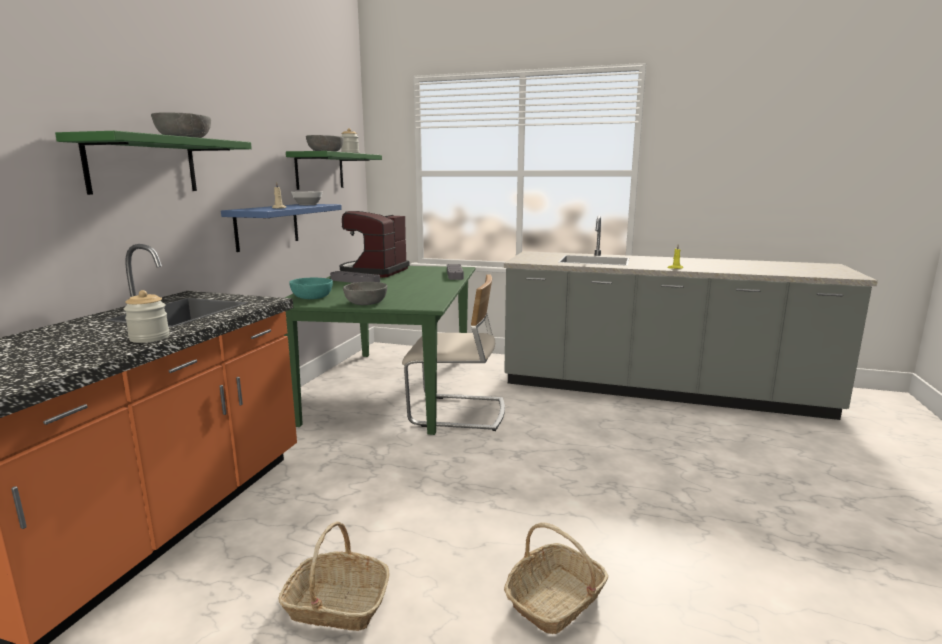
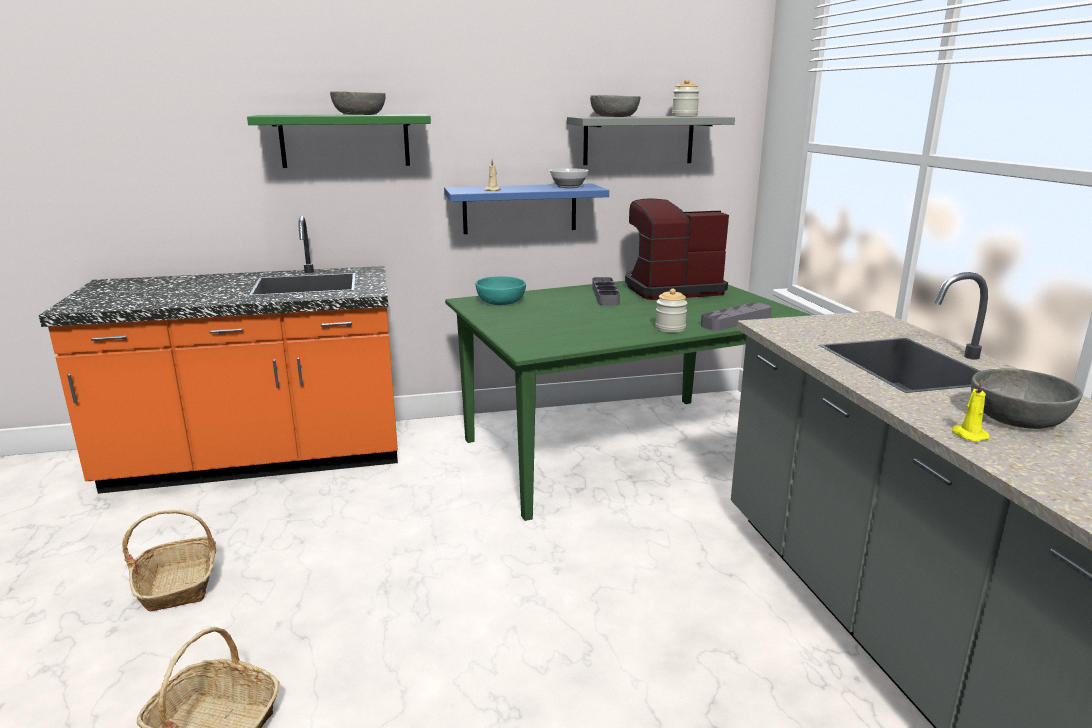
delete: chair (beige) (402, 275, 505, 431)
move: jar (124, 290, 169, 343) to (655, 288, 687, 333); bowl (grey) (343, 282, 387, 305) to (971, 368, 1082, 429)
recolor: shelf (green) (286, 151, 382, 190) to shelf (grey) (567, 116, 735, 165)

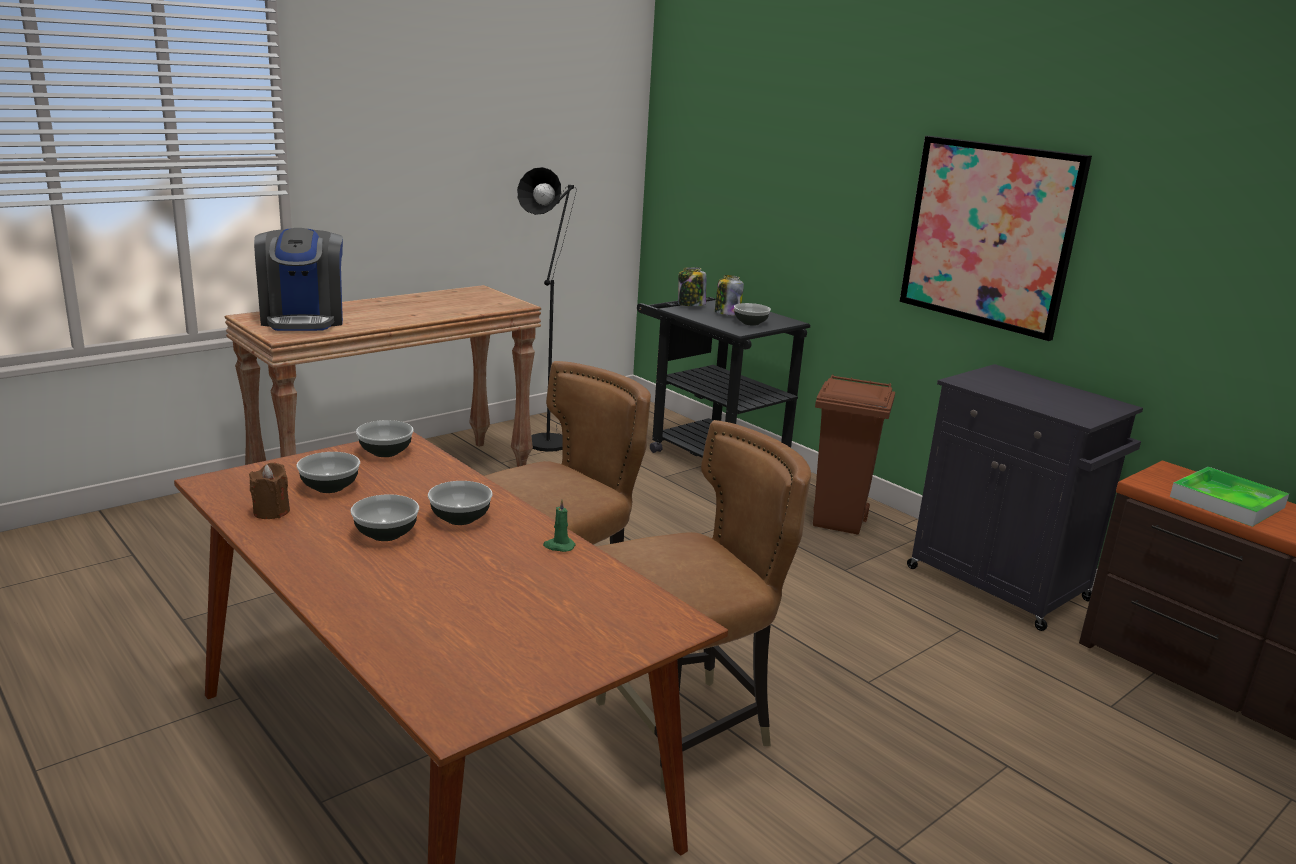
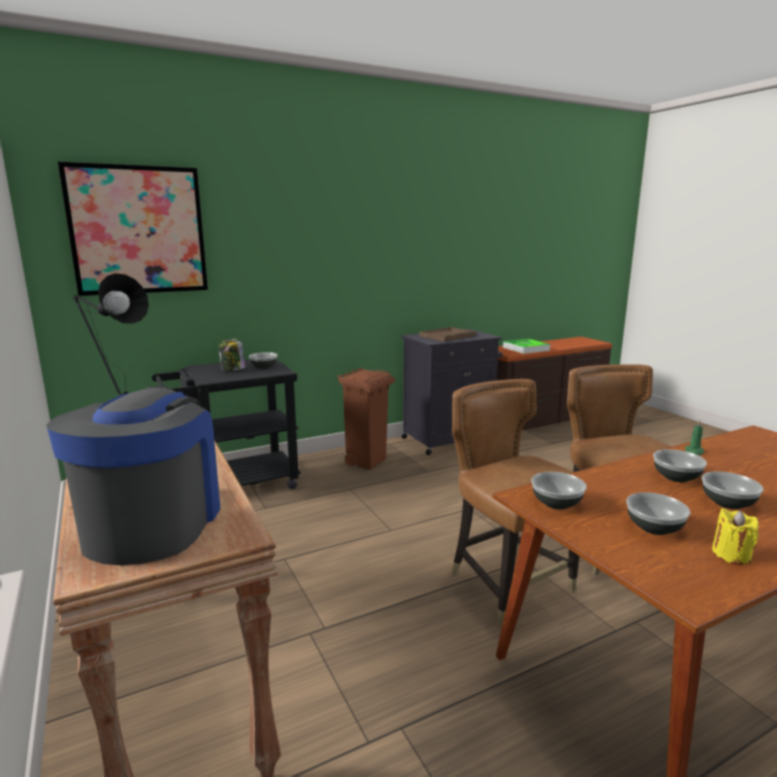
delete: jar (678, 267, 706, 306)
insert: tray (brown) (419, 327, 476, 342)
move: picture (899, 136, 1092, 341) to (58, 161, 208, 296)
recolor: candle (brown) (249, 462, 290, 519) to candle (yellow) (712, 508, 759, 565)
rotate: coffee machine (254, 228, 343, 331) = (46, 386, 220, 565) 90 degrees counterclockwise

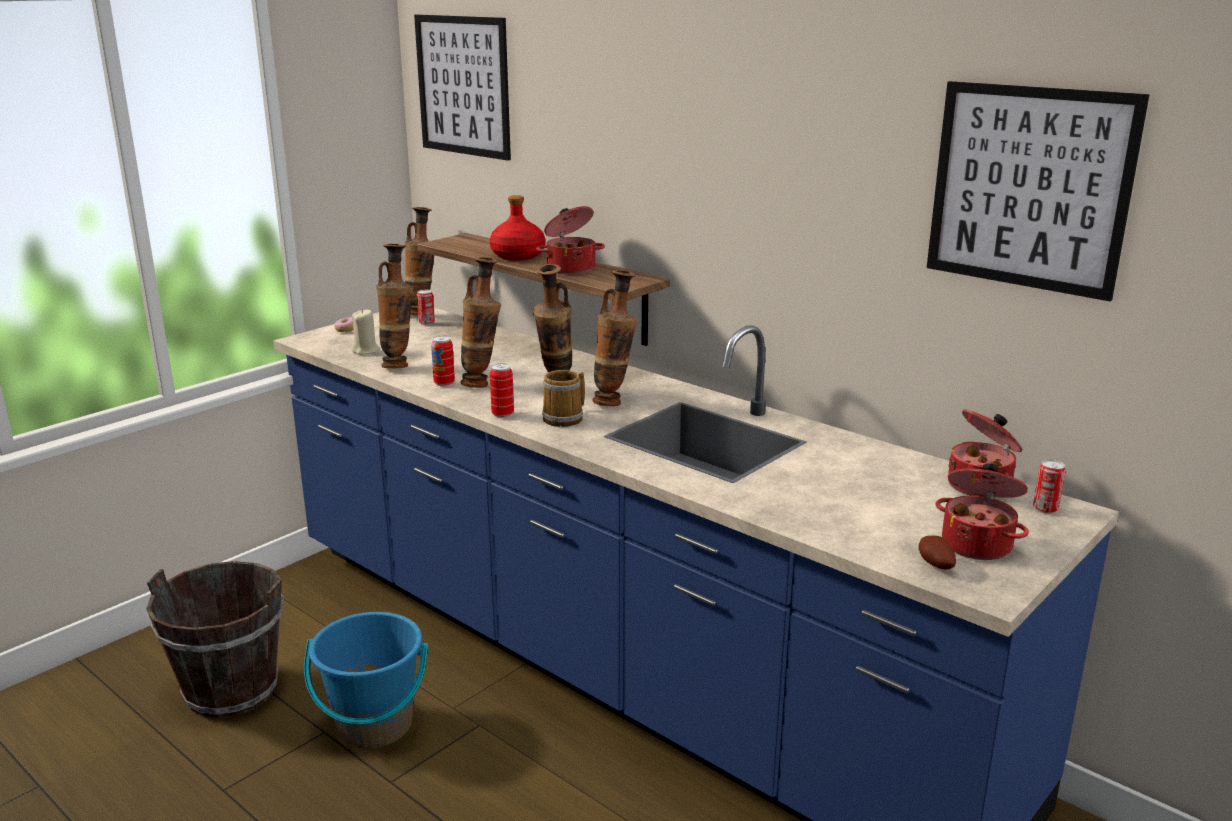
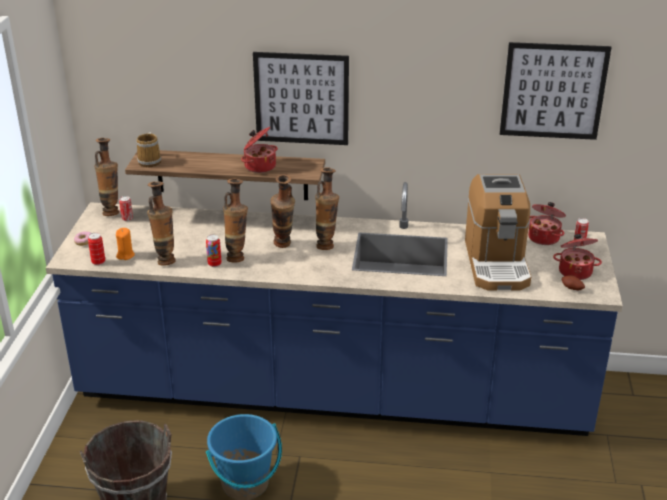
delete: bottle (red) (490, 195, 545, 260)
insert: coffee machine (465, 174, 531, 291)
move: picture (414, 15, 511, 161) to (253, 52, 349, 145); can (490, 363, 514, 418) to (88, 233, 105, 265); mug (542, 370, 585, 427) to (136, 132, 161, 167)
recolor: candle (beige) (352, 309, 380, 355) to candle (orange) (116, 228, 135, 260)

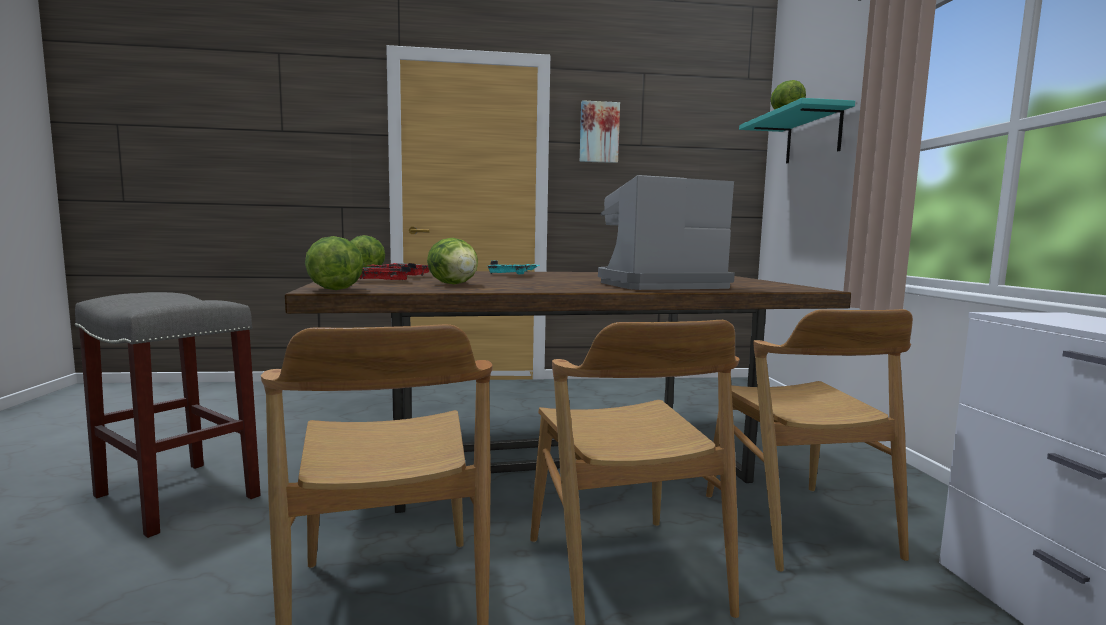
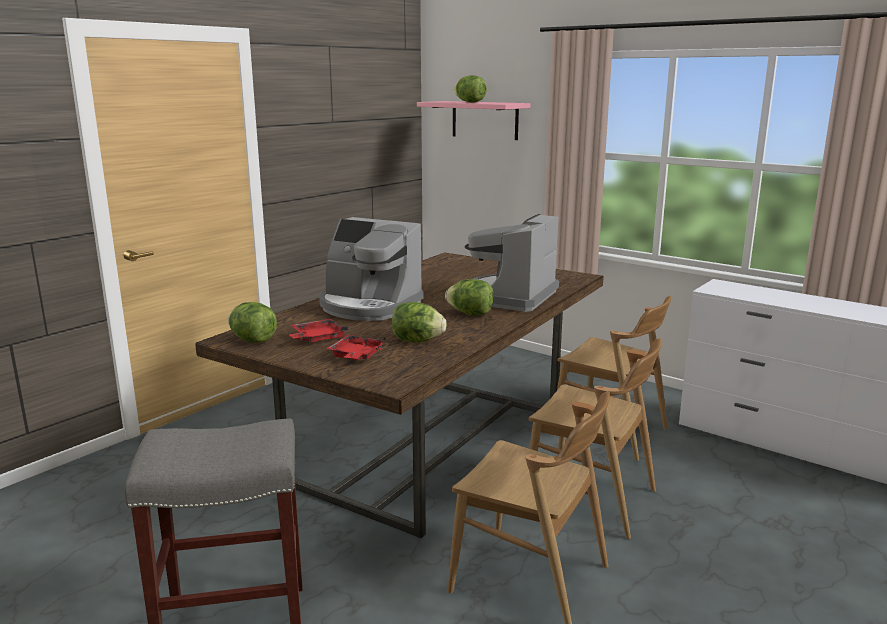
delete: picture (580, 100, 620, 163)
move: lettuce (305, 236, 364, 290) to (445, 279, 494, 316)
replace: tray (turquoise) (488, 260, 540, 274) to coffee machine (319, 217, 424, 321)
recolor: shelf (turquoise) (739, 98, 855, 164) to shelf (pink) (417, 101, 530, 140)

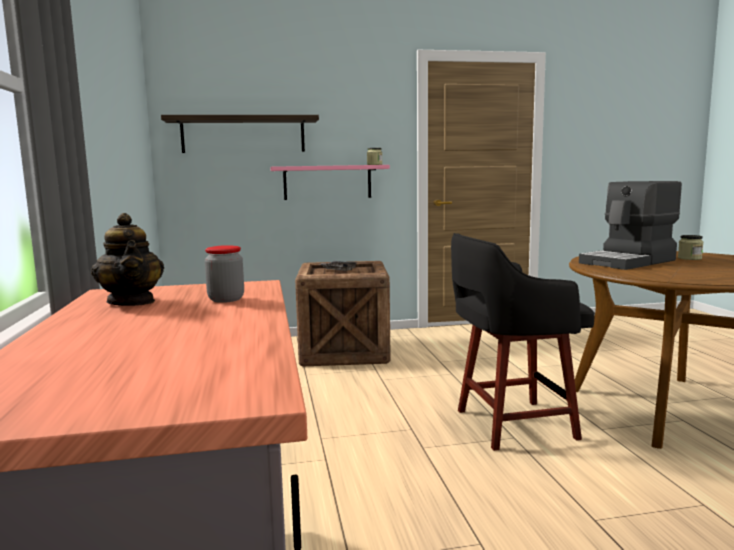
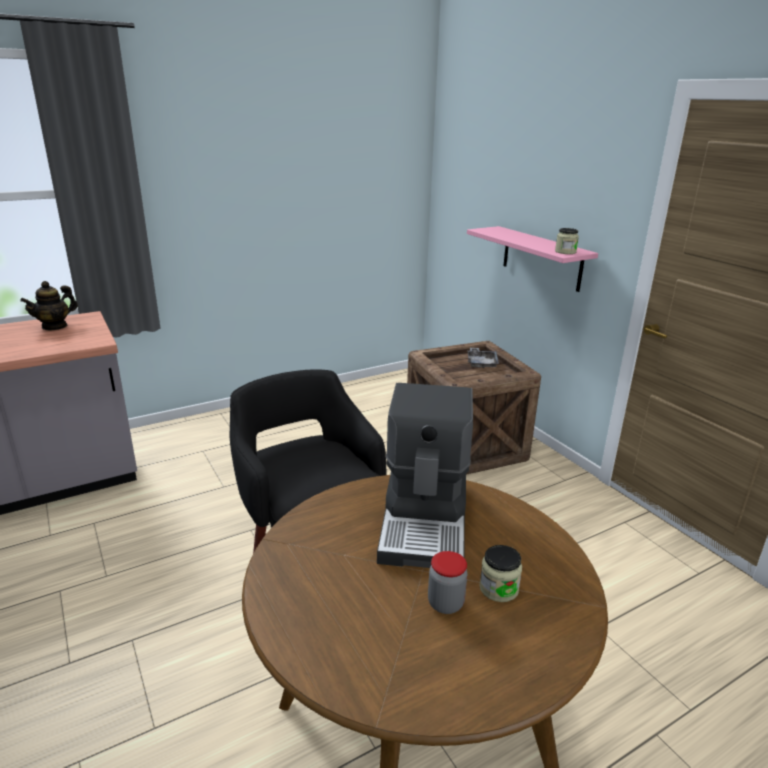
delete: shelf (161, 115, 319, 153)
move: jar (205, 245, 244, 303) to (428, 551, 468, 614)
rotate: coffee machine (579, 181, 682, 270) = (377, 383, 473, 568) 120 degrees counterclockwise

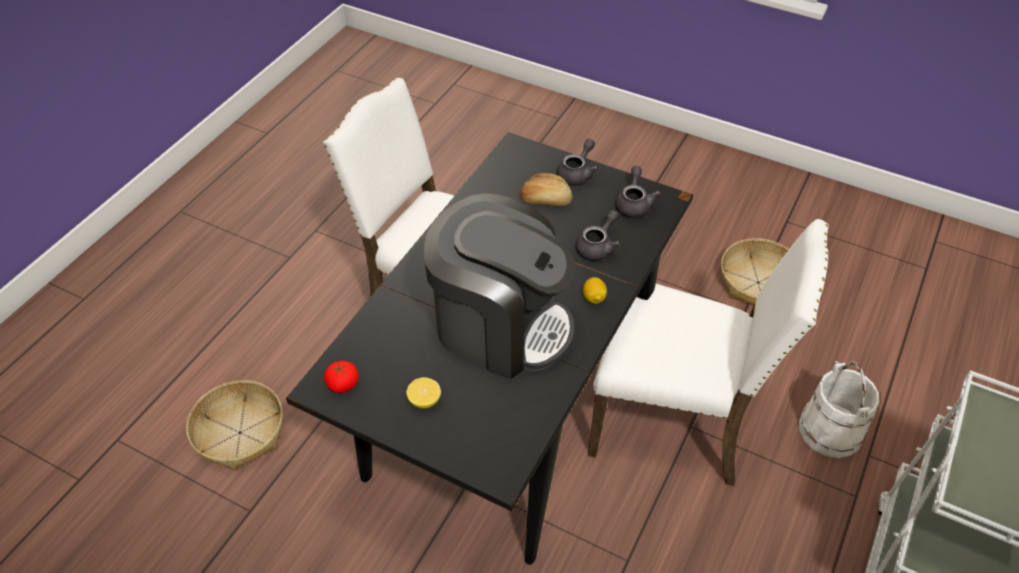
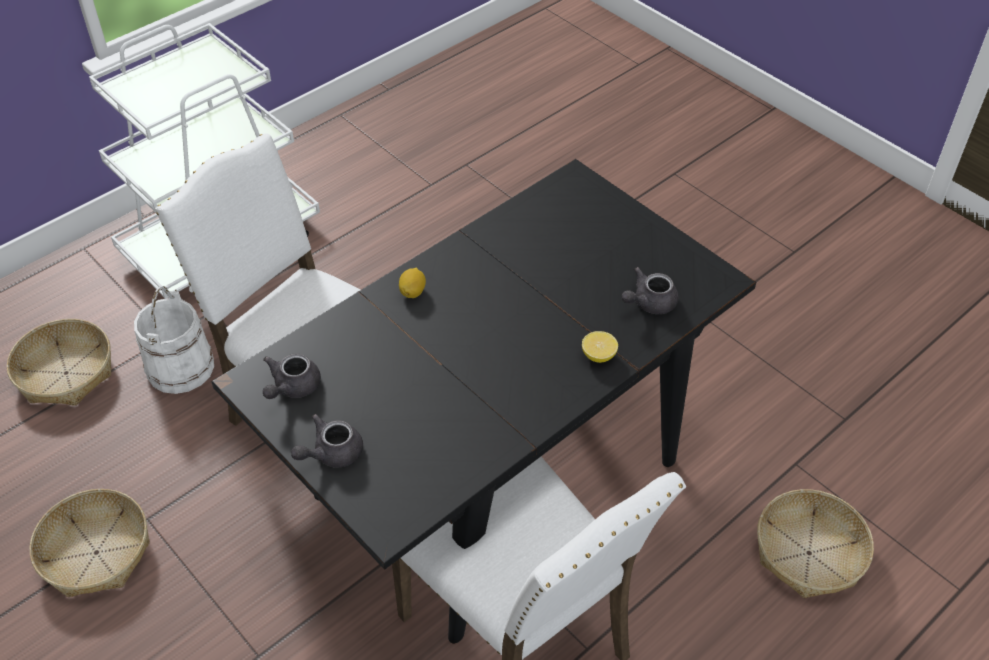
delete: tomato (324, 361, 358, 393); coffee machine (423, 193, 575, 379); bread (520, 173, 572, 206)
insert: basket (7, 319, 111, 406)
move: lemon (406, 377, 441, 409) to (582, 331, 618, 363); teapot (grey) (575, 210, 621, 261) to (622, 267, 679, 314)

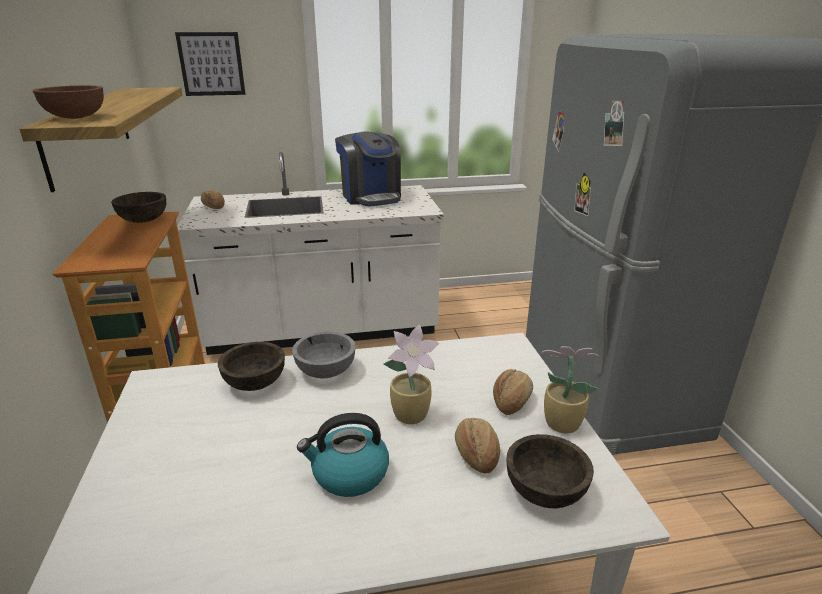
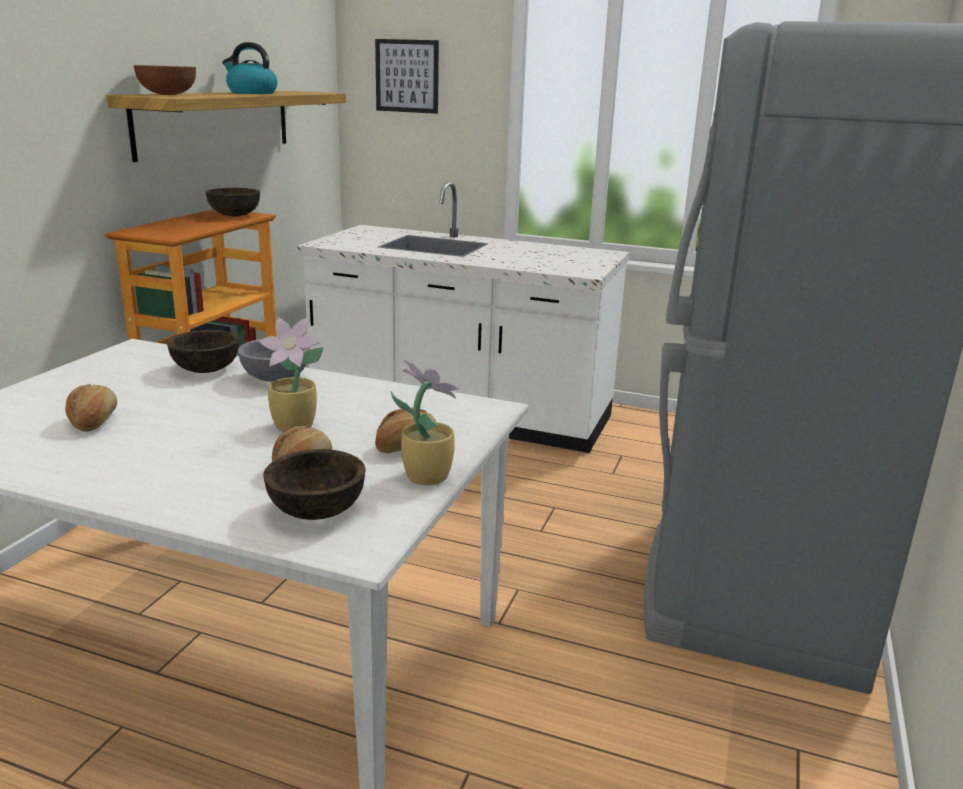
delete: coffee machine (335, 131, 401, 207)
move: bread (201, 190, 225, 209) to (65, 384, 117, 432); kettle (297, 413, 389, 497) to (223, 42, 277, 94)

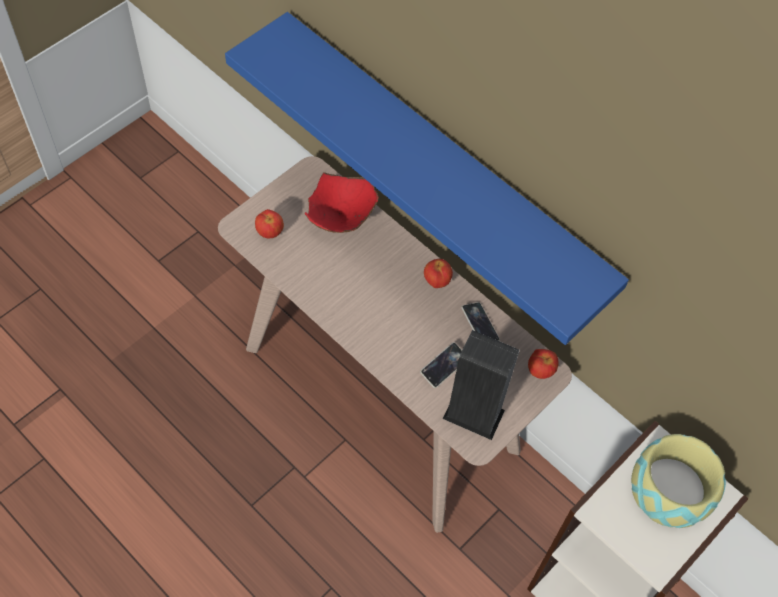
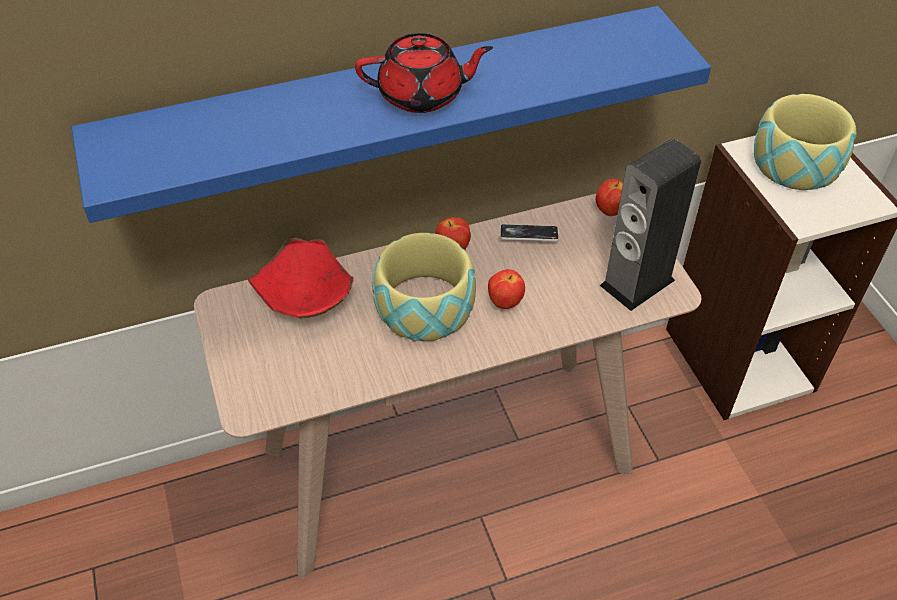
delete: phone (420, 342, 462, 388)
insert: teapot (red) (355, 33, 493, 113); bowl (372, 233, 476, 341)
move: apple (255, 209, 284, 238) to (488, 269, 525, 309)

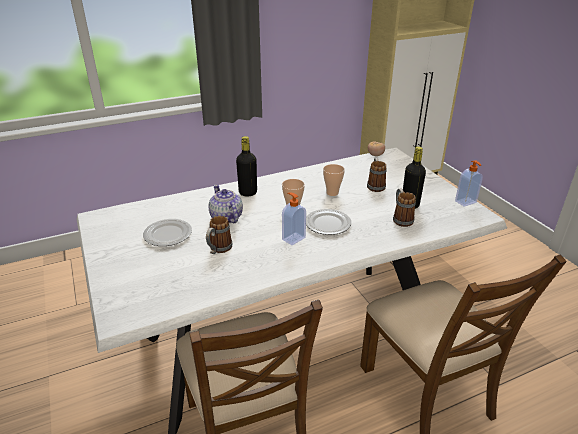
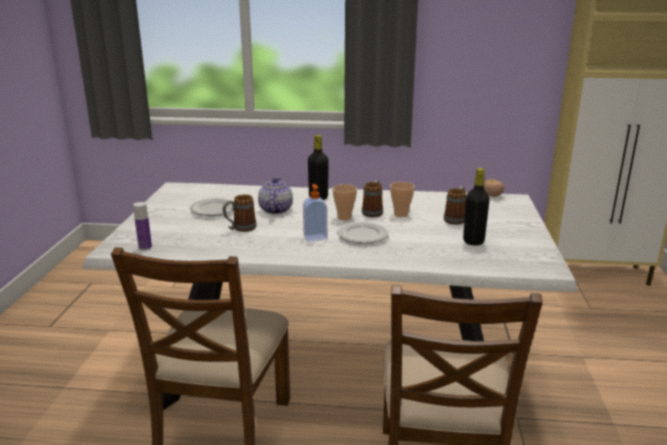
delete: soap dispenser (455, 160, 483, 207)
insert: bottle (133, 202, 152, 250)
move: mug (393, 189, 416, 227) to (362, 180, 383, 217)

